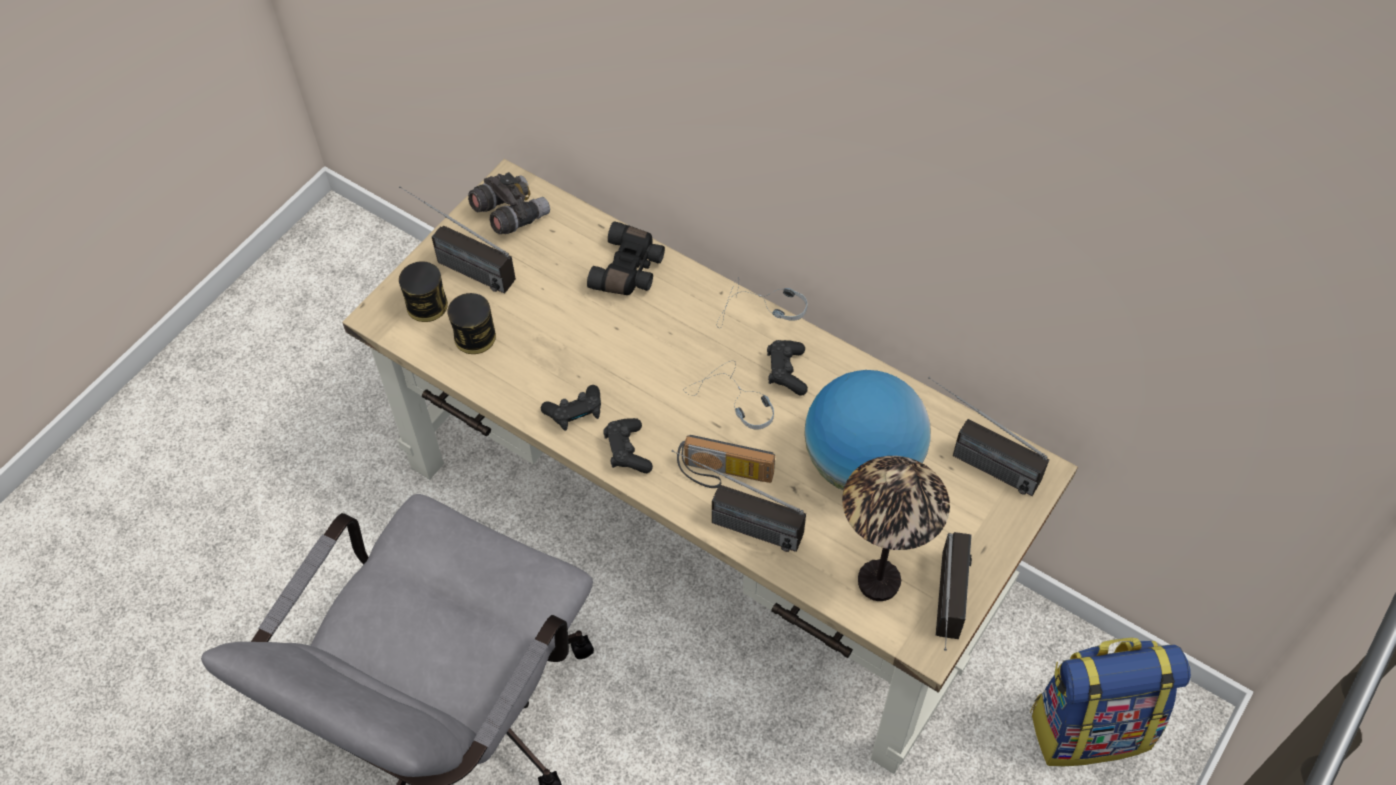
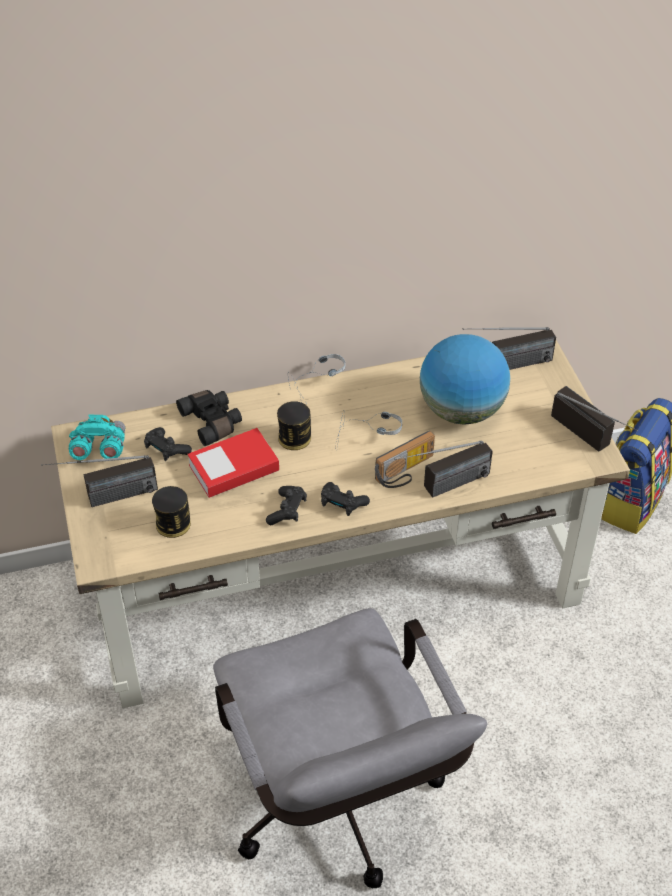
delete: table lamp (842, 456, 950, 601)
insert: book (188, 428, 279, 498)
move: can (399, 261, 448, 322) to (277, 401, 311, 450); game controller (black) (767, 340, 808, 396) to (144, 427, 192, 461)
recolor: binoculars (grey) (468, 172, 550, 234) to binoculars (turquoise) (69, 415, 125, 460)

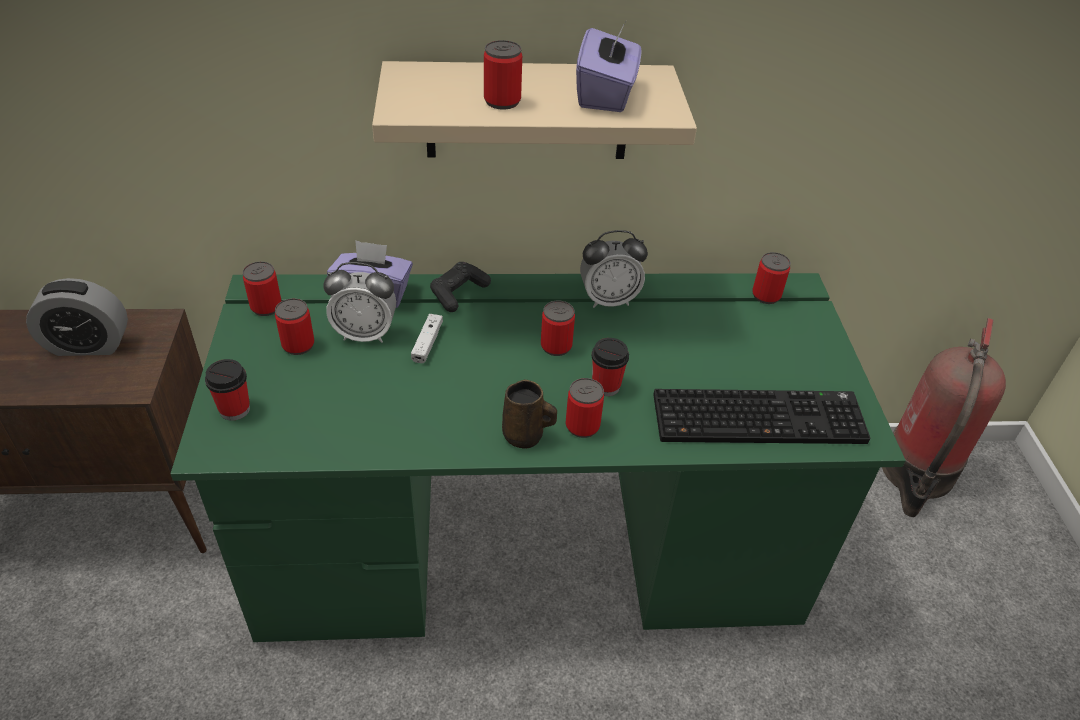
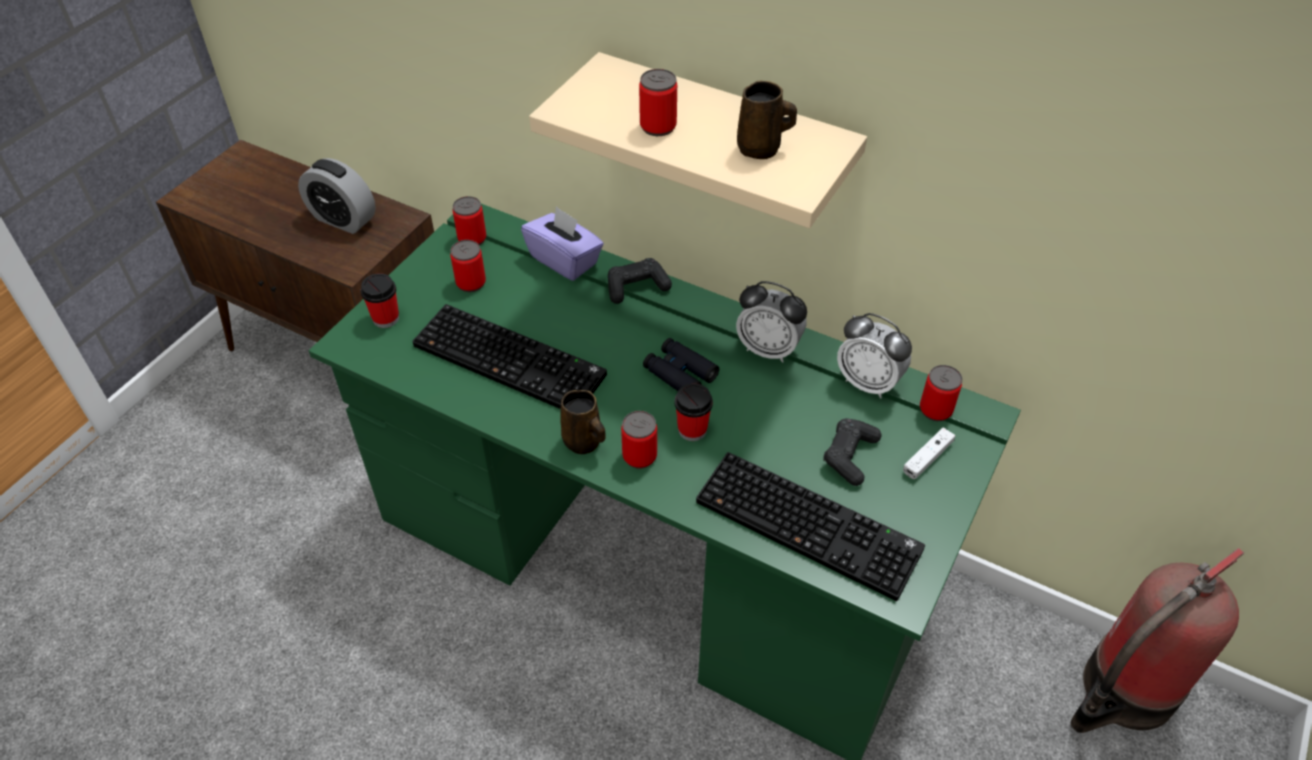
insert: keyboard (412, 304, 607, 409); game controller (black) (823, 418, 882, 486)
move: alarm clock (323, 262, 396, 343) to (837, 313, 912, 398); game controller (white) (411, 314, 443, 363) to (903, 428, 955, 479)
replace: can (541, 300, 575, 356) to binoculars (black) (643, 338, 719, 391); tissue box (purple) (576, 23, 642, 112) to mug (brown) (737, 81, 797, 159)

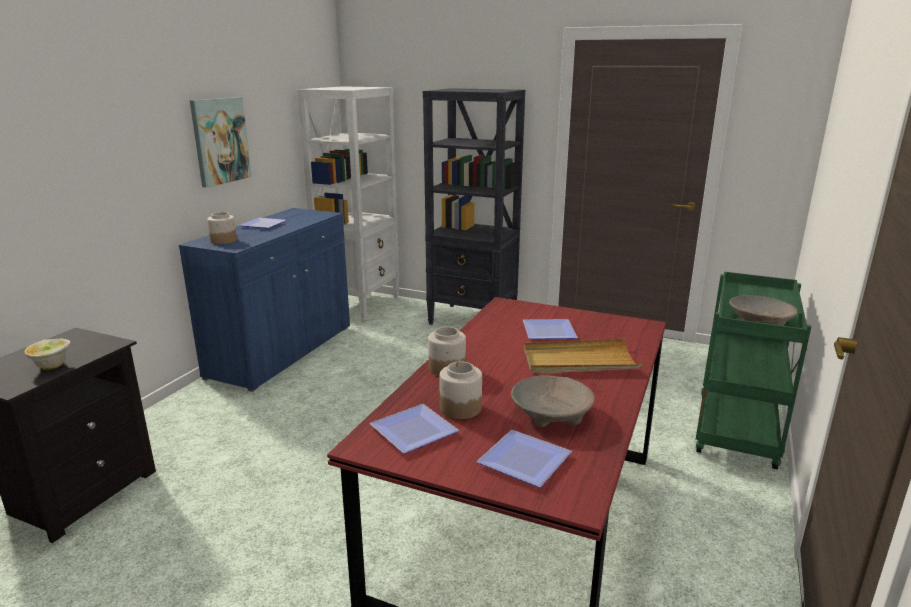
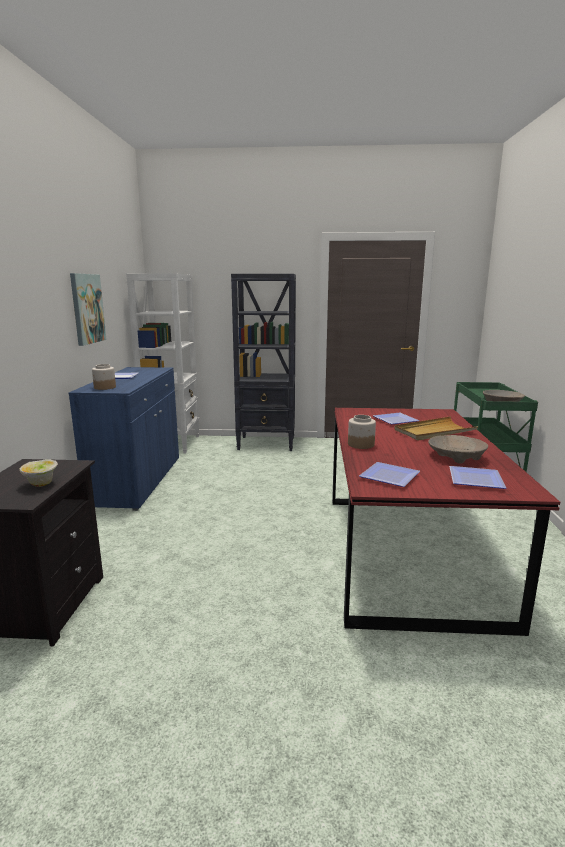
delete: jar (439, 362, 482, 419)

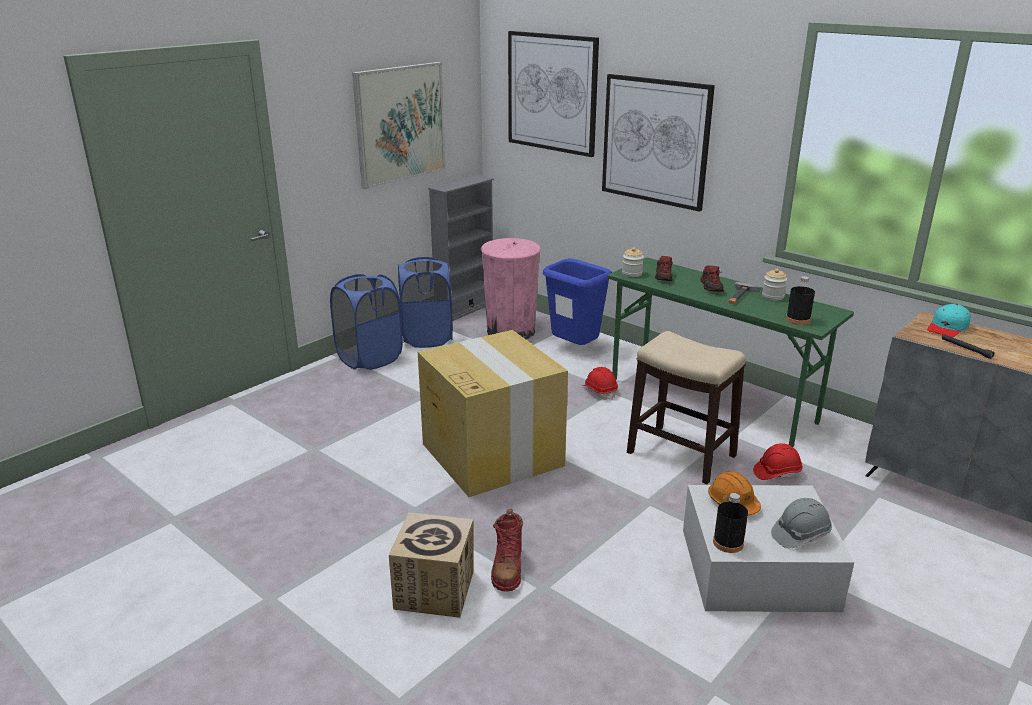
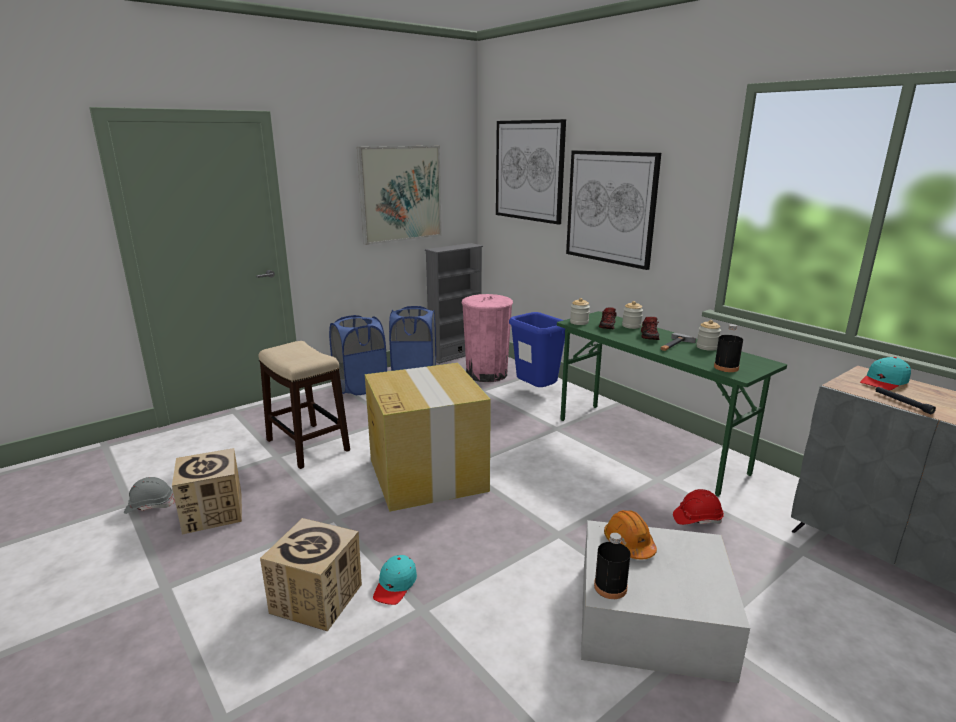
delete: hard hat (red) (583, 367, 618, 400)
insert: cardboard box (172, 448, 242, 535); jar (622, 301, 643, 329)
move: stool (627, 331, 746, 484) to (258, 341, 350, 469); hard hat (grey) (771, 498, 832, 548) to (124, 477, 175, 514)
replace: boot (red) (491, 509, 523, 591) to cap (turquoise) (373, 555, 417, 605)

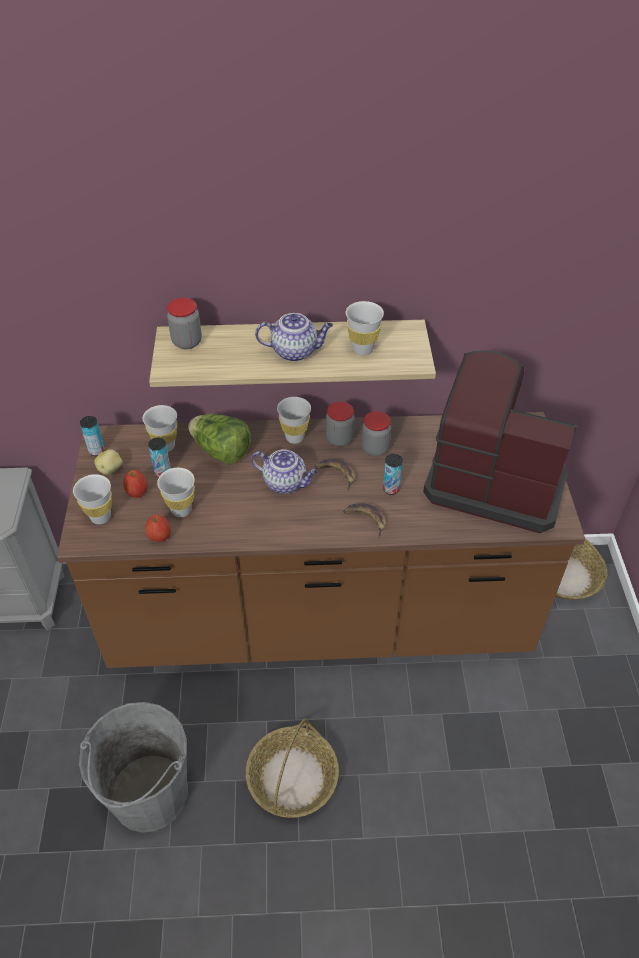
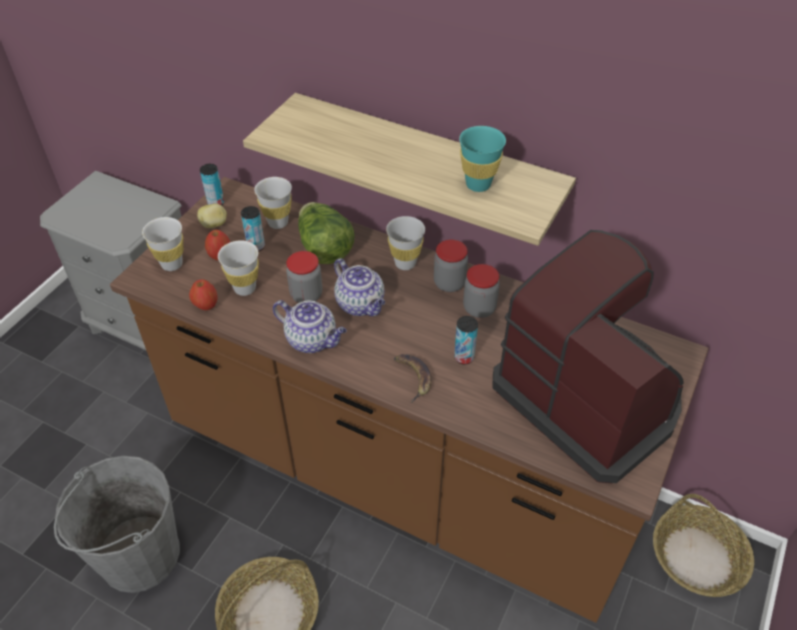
delete: banana (314, 459, 355, 491)
move: jar (167, 298, 202, 349) to (286, 251, 322, 303); teapot (255, 313, 333, 362) to (273, 300, 347, 353)
recolor: cup (white) (346, 301, 384, 356) to cup (turquoise) (459, 126, 506, 192)

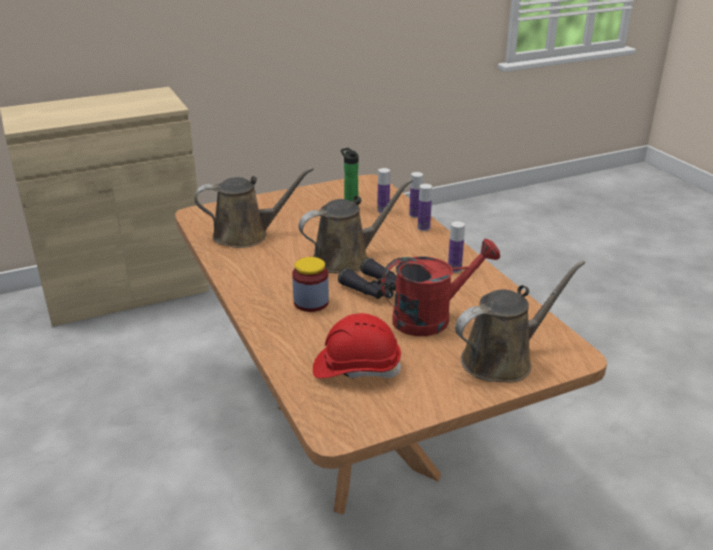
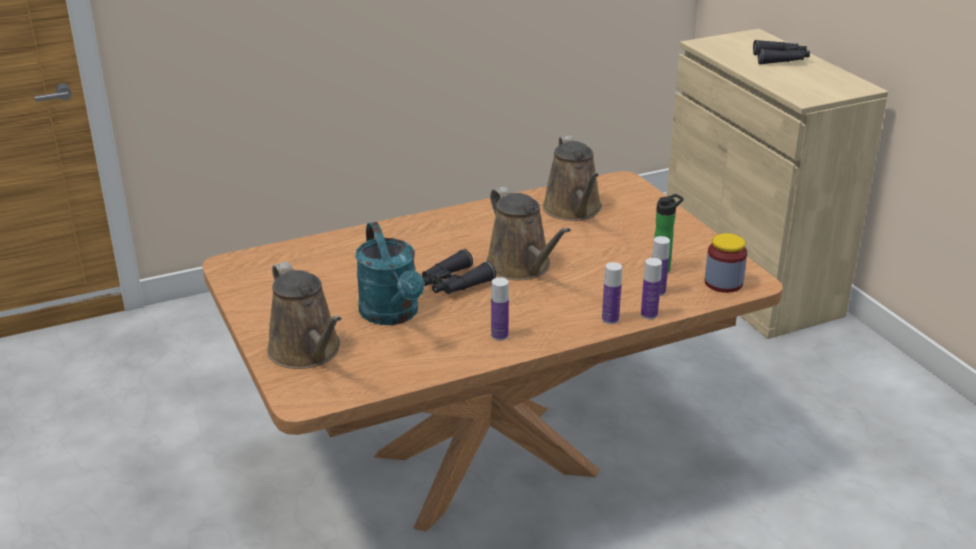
delete: hard hat (red) (313, 313, 402, 379)
insert: binoculars (black) (753, 40, 810, 65)
move: jar (292, 257, 329, 312) to (705, 233, 747, 293)
recolor: watering can (red) (381, 239, 500, 336) to watering can (turquoise) (355, 222, 425, 325)

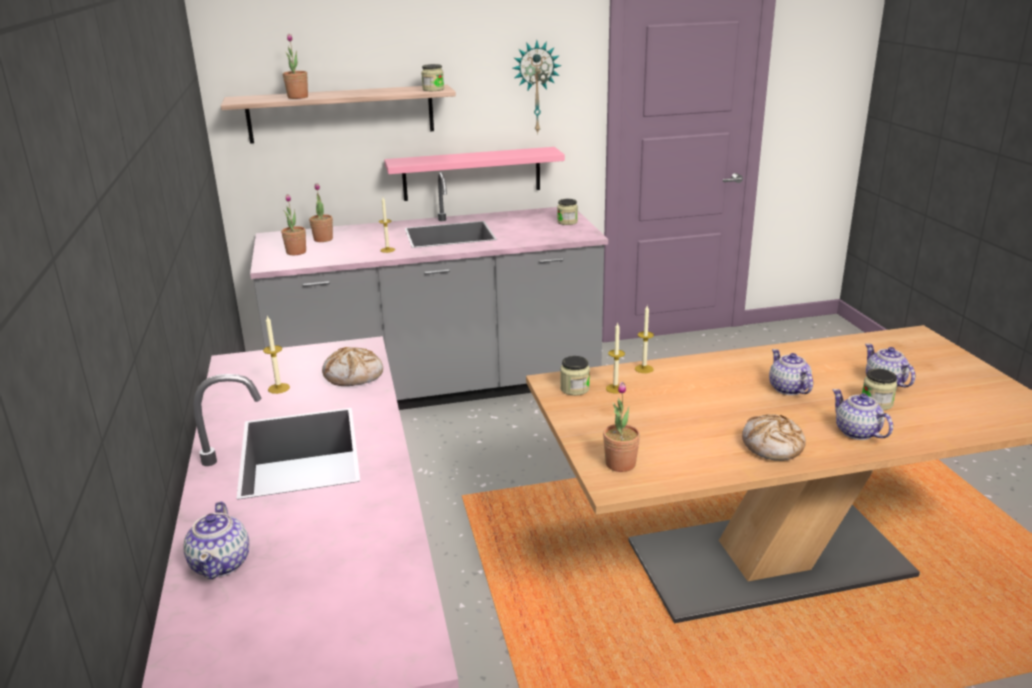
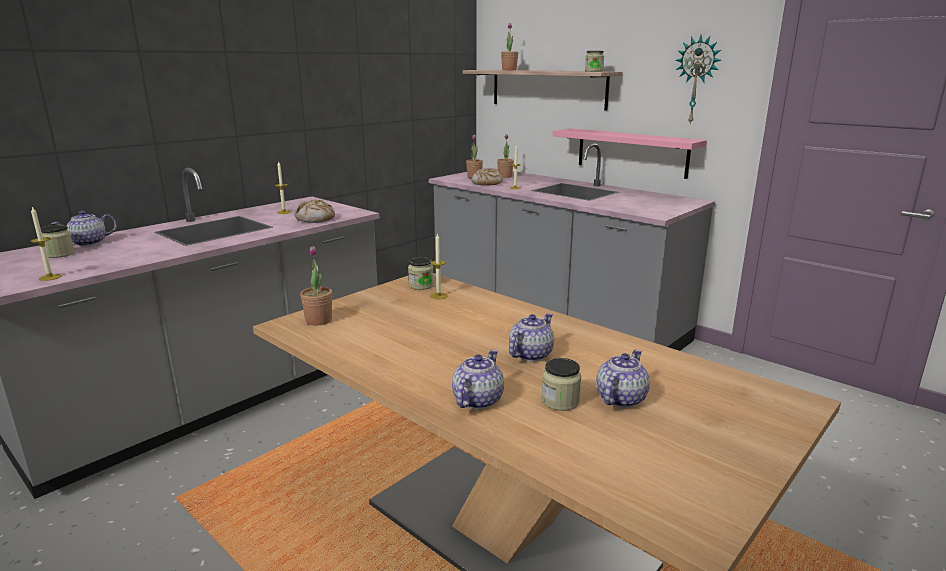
move: jar (557, 199, 578, 225) to (41, 225, 75, 258); candle (635, 306, 654, 373) to (31, 206, 62, 281); bread (742, 414, 806, 461) to (471, 169, 503, 185)

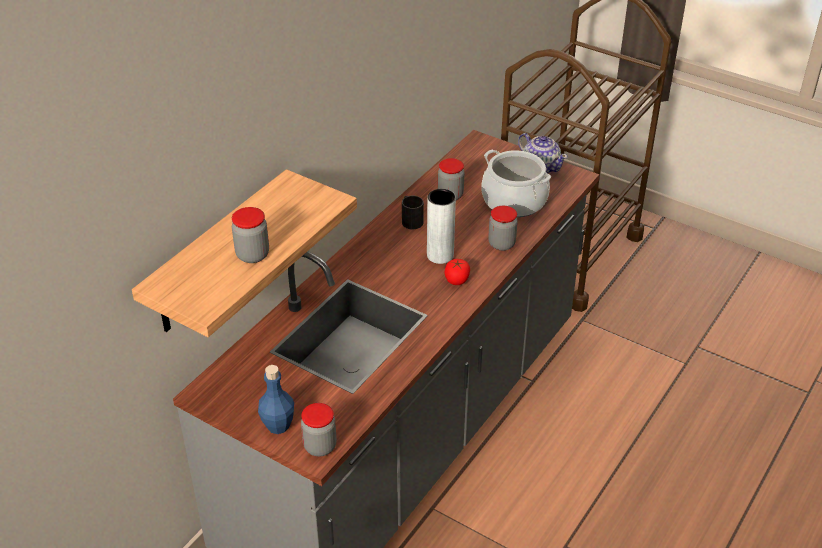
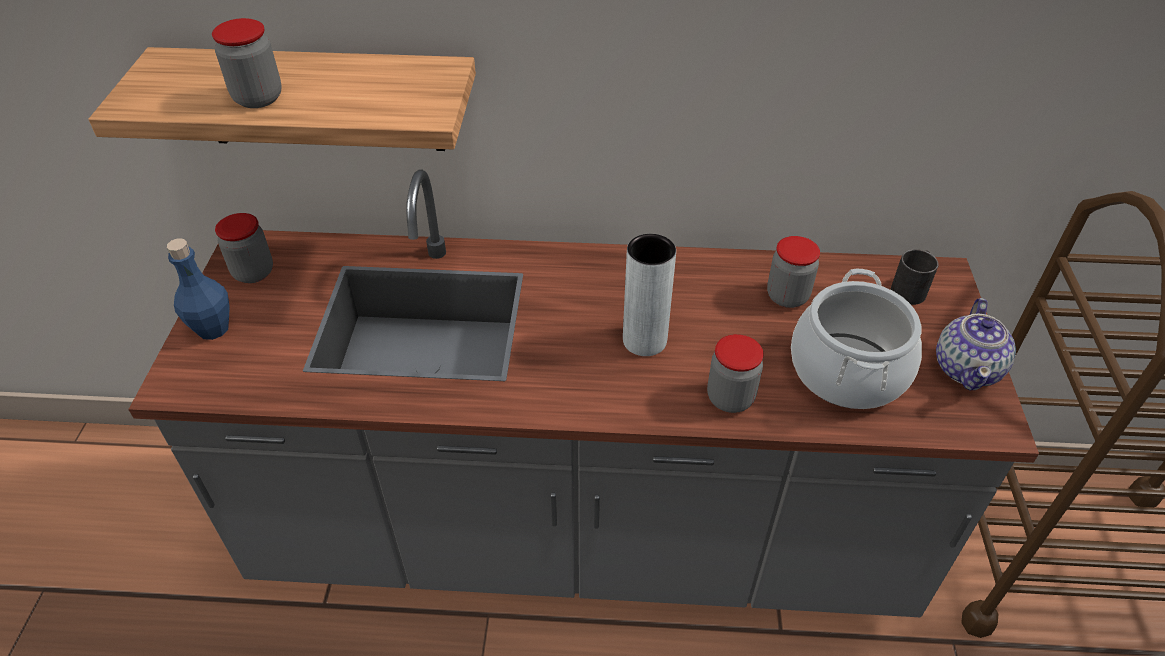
delete: tomato (445, 259, 470, 285)
move: jar (301, 403, 337, 456) to (215, 213, 273, 283); mug (black) (402, 196, 424, 229) to (891, 249, 939, 305)

